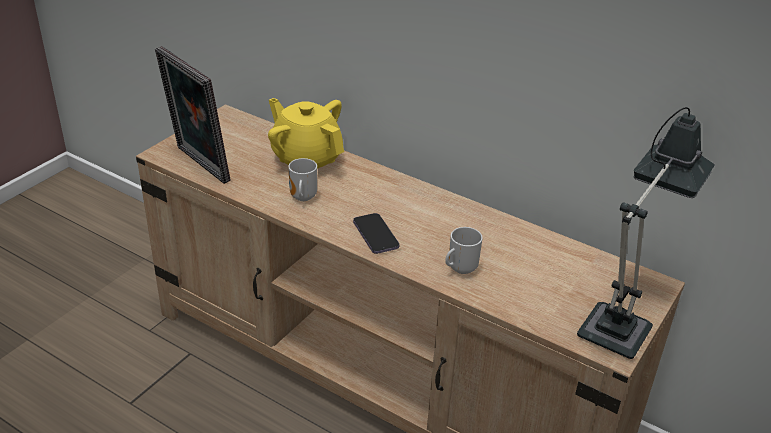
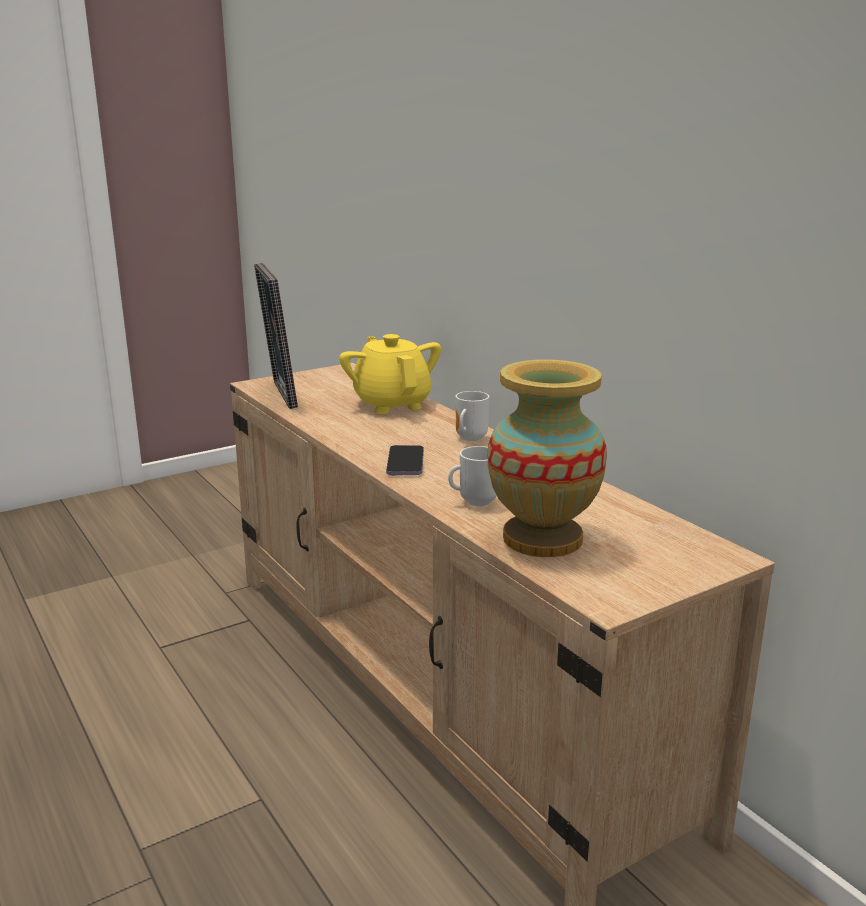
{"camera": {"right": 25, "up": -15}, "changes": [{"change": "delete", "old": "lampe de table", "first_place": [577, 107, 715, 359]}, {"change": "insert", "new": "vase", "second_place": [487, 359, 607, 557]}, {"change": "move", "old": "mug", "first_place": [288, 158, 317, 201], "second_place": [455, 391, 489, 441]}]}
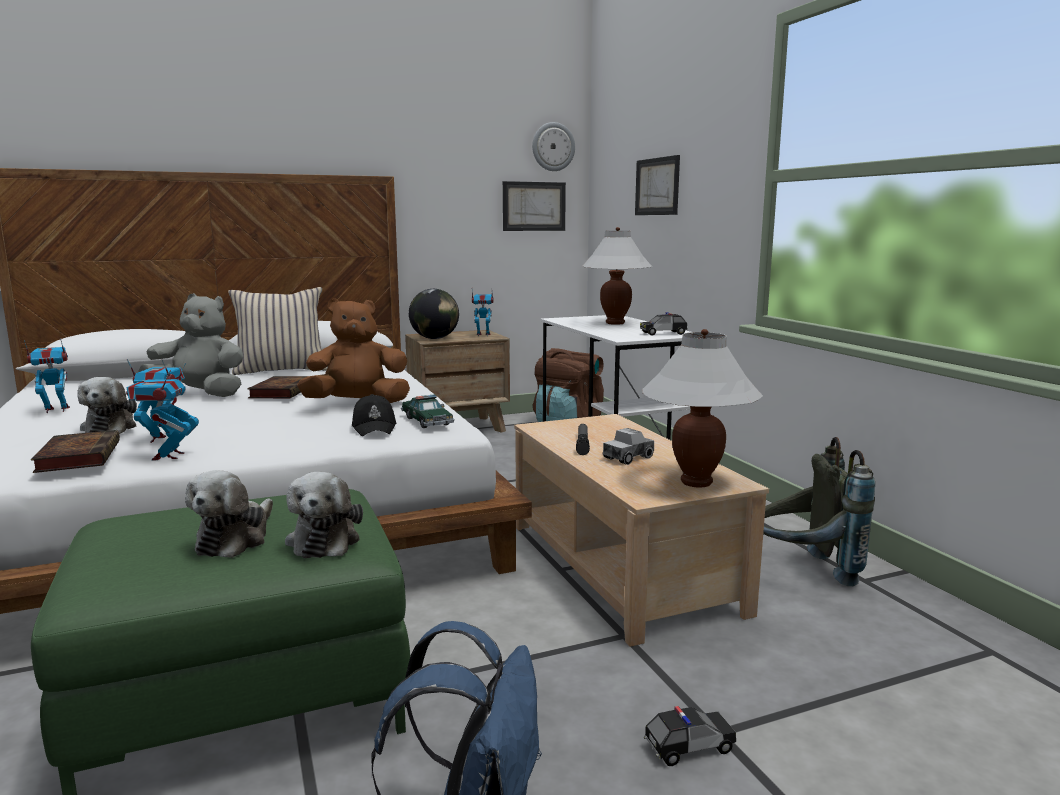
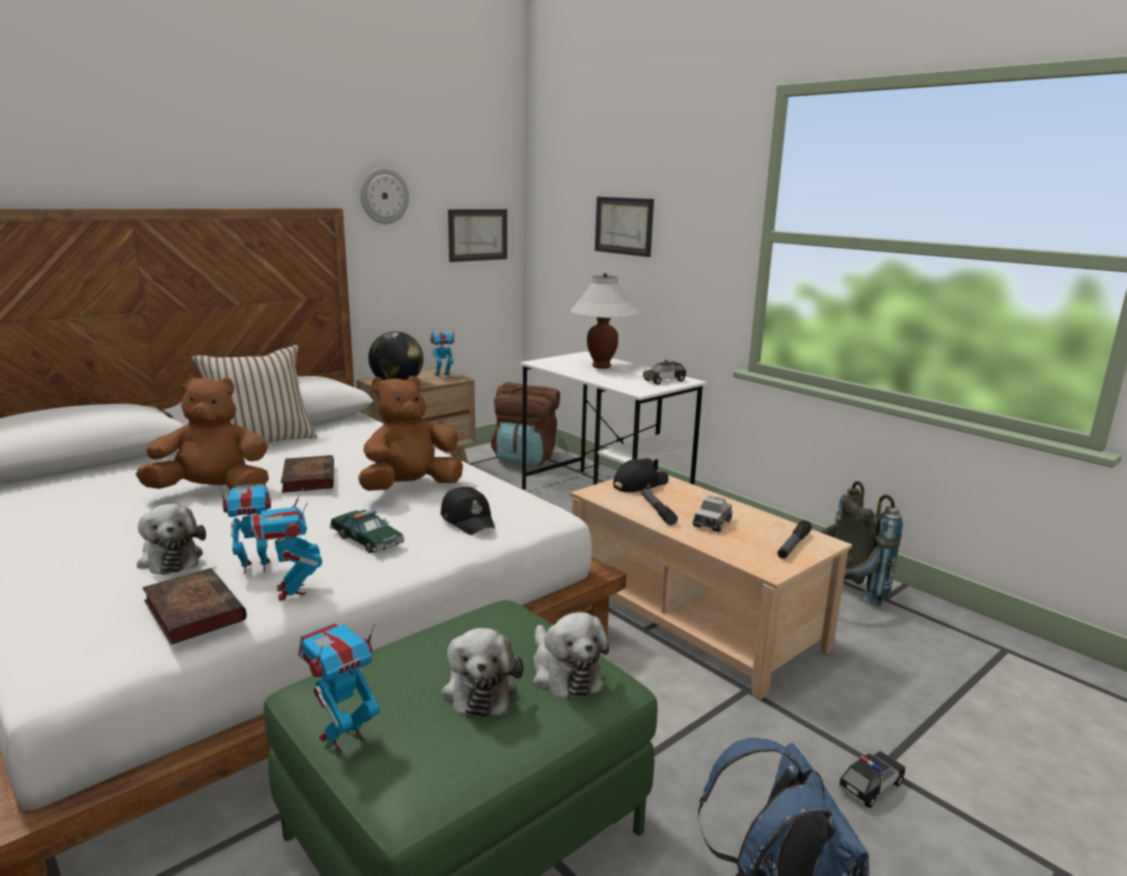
{"camera": {"right": -20, "up": 5}, "changes": [{"change": "insert", "new": "casquette [noir]", "second_place": [613, 458, 669, 492]}, {"change": "move", "old": "robot jouet", "first_place": [24, 338, 70, 413], "second_place": [298, 623, 380, 753]}, {"change": "move", "old": "petite voiture", "first_place": [401, 394, 455, 428], "second_place": [329, 509, 405, 553]}, {"change": "move", "old": "horloge murale", "first_place": [532, 122, 575, 171], "second_place": [361, 168, 409, 224]}, {"change": "replace", "old": "lampe de table [blanc]", "new": "lampe de poche", "first_place": [642, 329, 763, 487], "second_place": [777, 520, 812, 559]}, {"change": "recolor", "old": "peluche [gris]", "new": "peluche [marron]", "first_place": [138, 293, 243, 397], "second_place": [136, 375, 269, 490]}]}
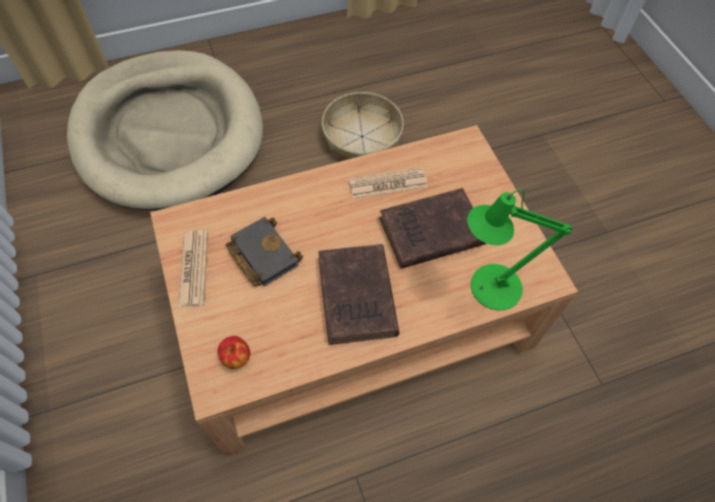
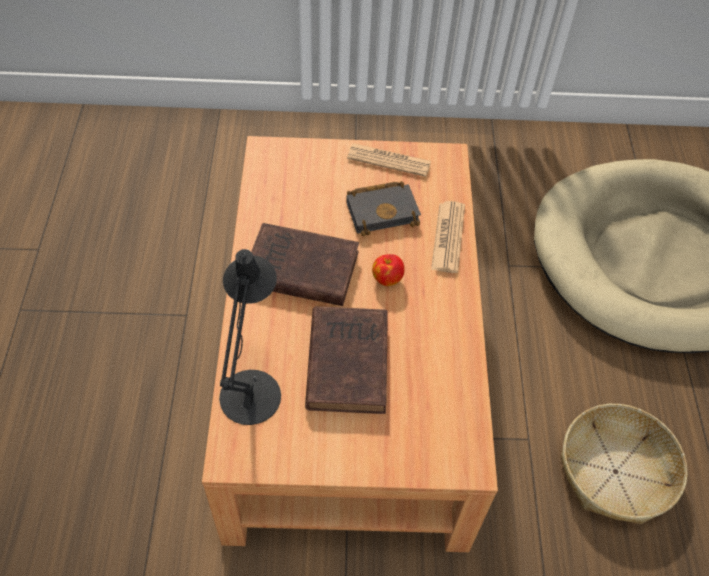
{"camera": {"right": 110, "up": -5}, "changes": [{"change": "move", "old": "pomme", "first_place": [217, 336, 250, 369], "second_place": [372, 254, 405, 286]}, {"change": "move", "old": "journal", "first_place": [349, 168, 428, 199], "second_place": [431, 201, 465, 273]}, {"change": "recolor", "old": "lampe de table [vert]", "new": "lampe de table [noir]", "first_place": [467, 189, 572, 310], "second_place": [219, 249, 281, 425]}]}
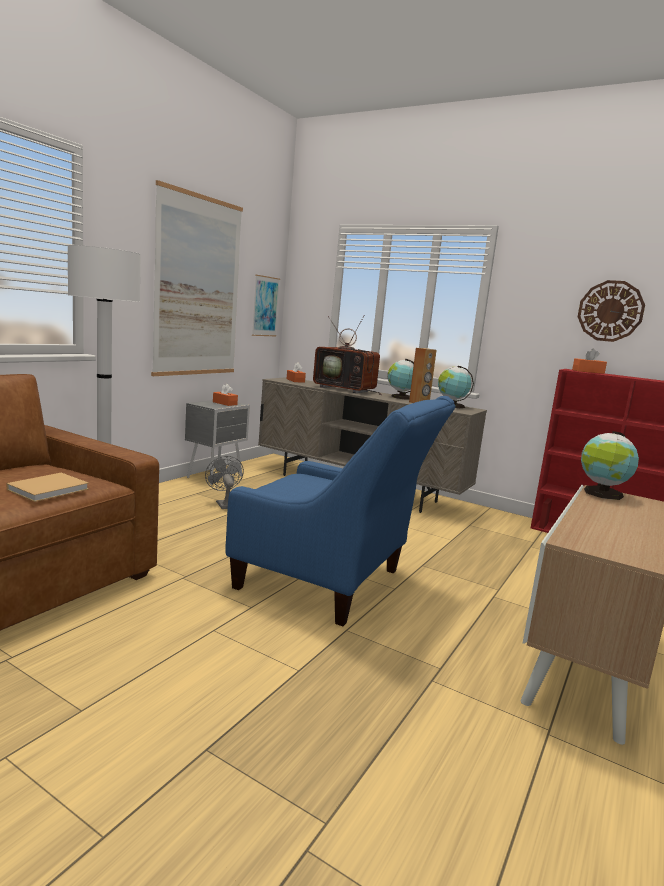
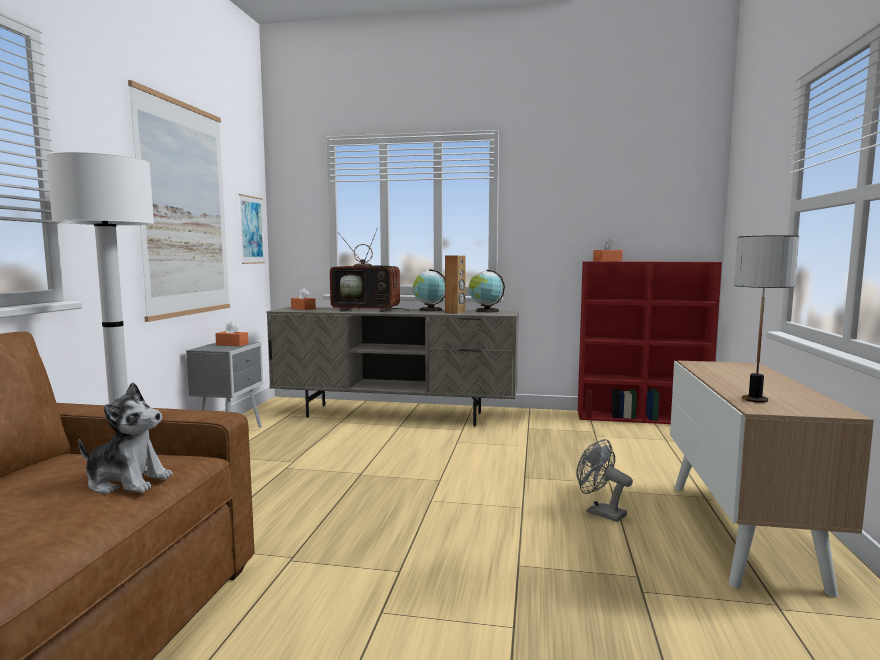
{"camera": {"right": -20, "up": -5}, "changes": [{"change": "delete", "old": "fauteuil [bleu]", "first_place": [226, 396, 455, 626]}, {"change": "delete", "old": "horloge murale", "first_place": [578, 280, 645, 342]}, {"change": "delete", "old": "globe", "first_place": [581, 431, 639, 500]}, {"change": "insert", "new": "lampe de table", "second_place": [734, 235, 799, 403]}, {"change": "move", "old": "ventilateur [gris]", "first_place": [205, 456, 244, 509], "second_place": [576, 439, 633, 522]}, {"change": "replace", "old": "livre [beige]", "new": "peluche", "first_place": [6, 473, 89, 502], "second_place": [79, 382, 172, 494]}]}
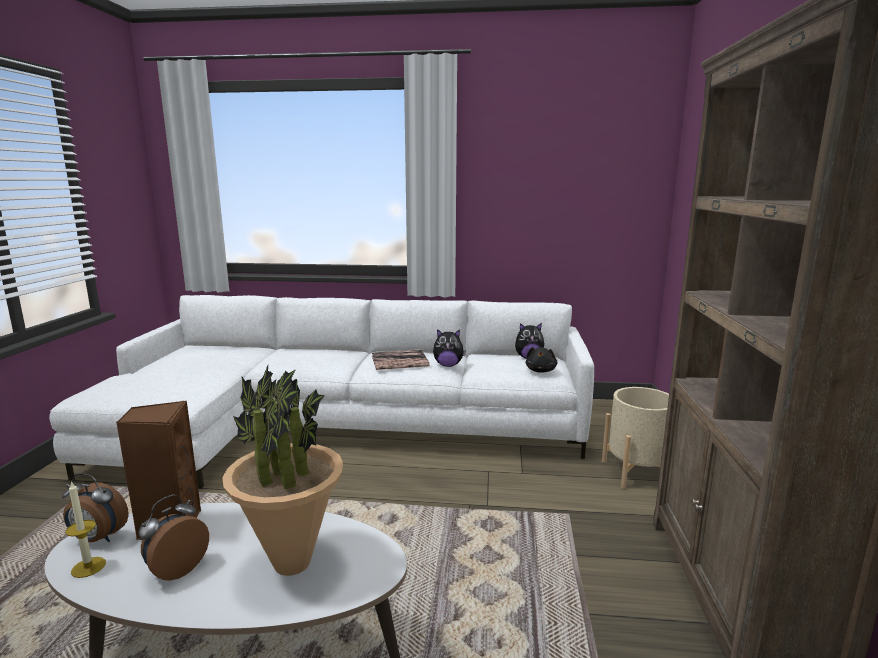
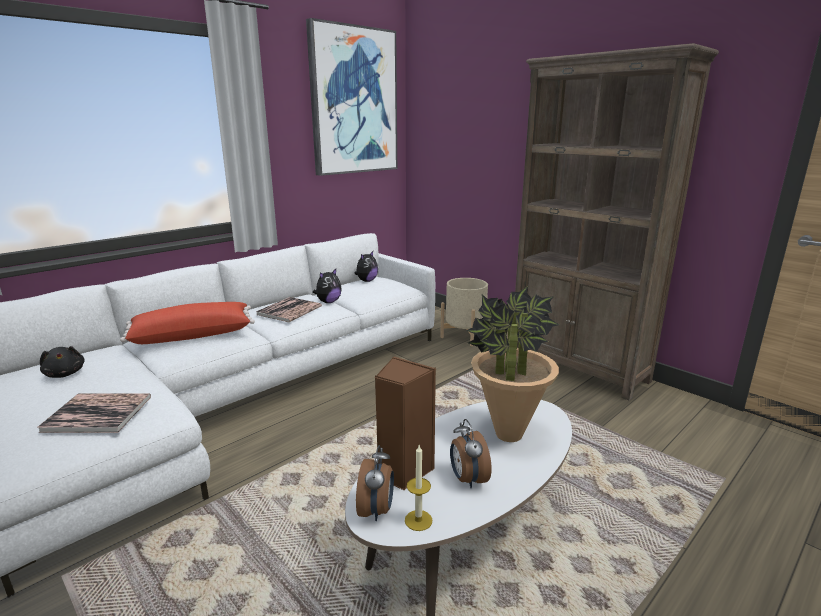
{"camera": {"right": -50, "up": 5}, "changes": [{"change": "insert", "new": "livre", "second_place": [37, 394, 151, 433]}, {"change": "insert", "new": "coussin [rouge]", "second_place": [120, 302, 255, 344]}, {"change": "insert", "new": "tableau", "second_place": [306, 18, 397, 176]}, {"change": "move", "old": "peluche [noir]", "first_place": [526, 347, 557, 373], "second_place": [40, 346, 85, 378]}, {"change": "rotate", "old": "réveil", "first_place": [62, 473, 129, 542], "second_place": [356, 445, 394, 521], "degrees": -45}]}
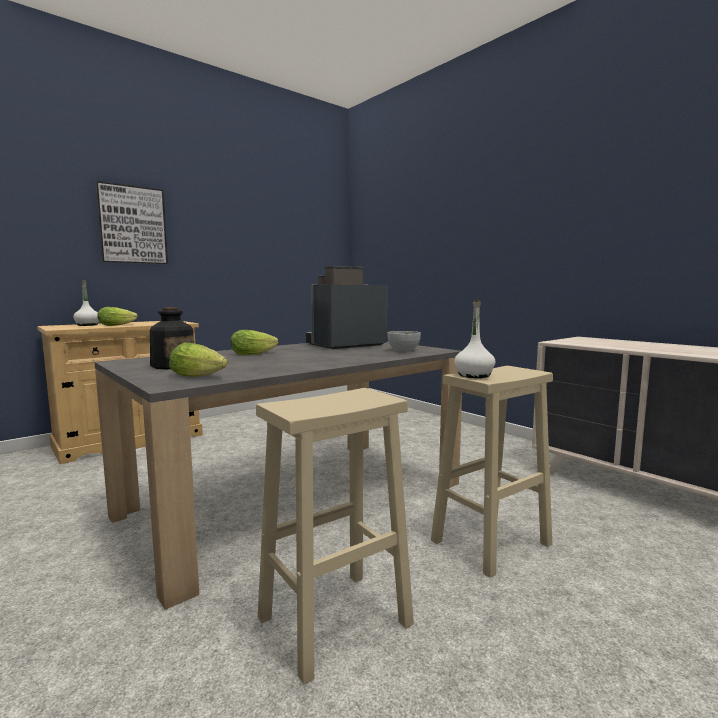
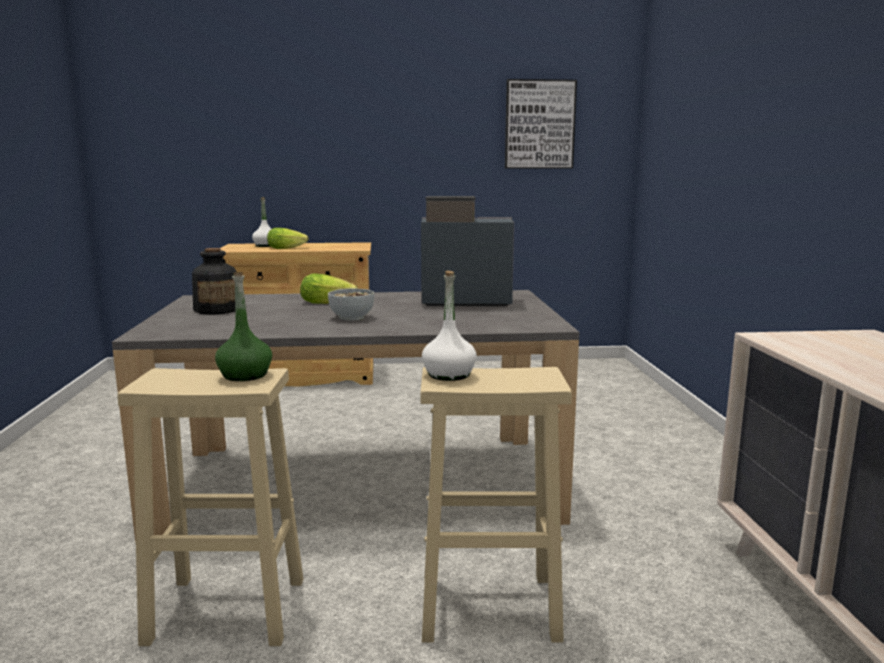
{"camera": {"right": 35, "up": 5}, "changes": [{"change": "delete", "old": "laitue", "first_place": [169, 343, 228, 377]}, {"change": "insert", "new": "bouteille [vert]", "second_place": [215, 272, 272, 381]}, {"change": "move", "old": "tableau", "first_place": [95, 181, 168, 264], "second_place": [505, 79, 577, 169]}, {"change": "move", "old": "bol", "first_place": [387, 331, 421, 352], "second_place": [328, 289, 374, 321]}]}
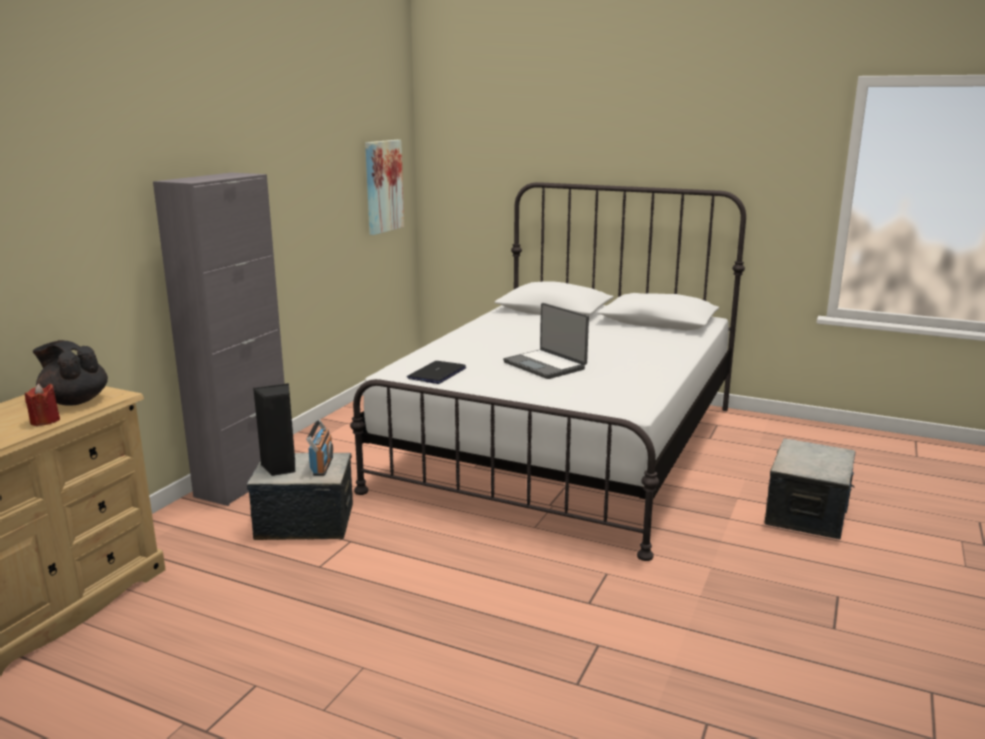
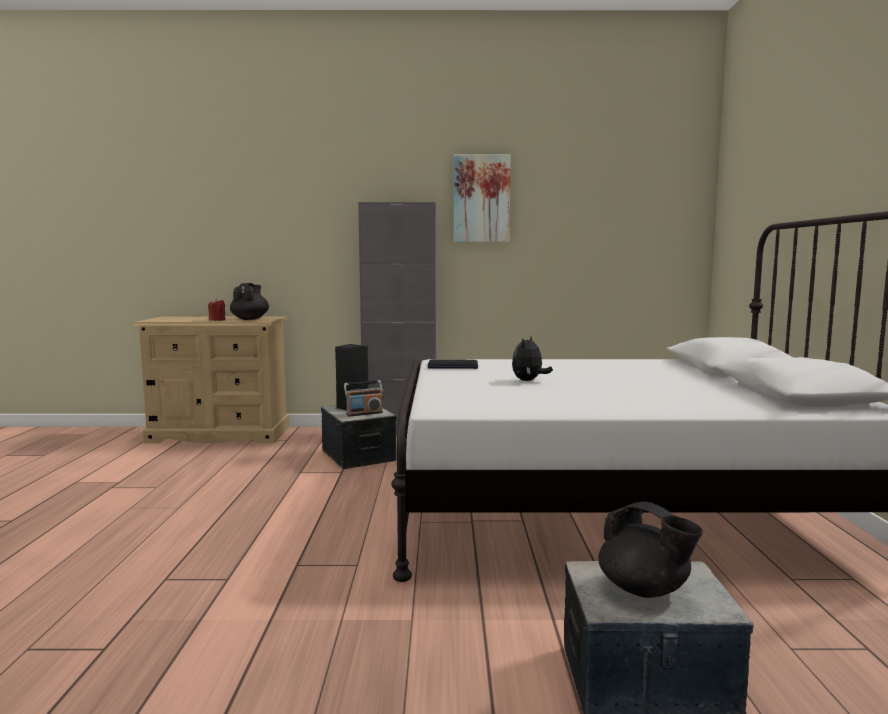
{"camera": {"right": 65, "up": -10}, "changes": [{"change": "insert", "new": "théière [noir]", "second_place": [598, 502, 703, 598]}, {"change": "move", "old": "tableau", "first_place": [365, 140, 404, 235], "second_place": [454, 154, 511, 242]}, {"change": "replace", "old": "ordinateur portable", "new": "peluche", "first_place": [503, 303, 589, 379], "second_place": [512, 336, 553, 381]}]}
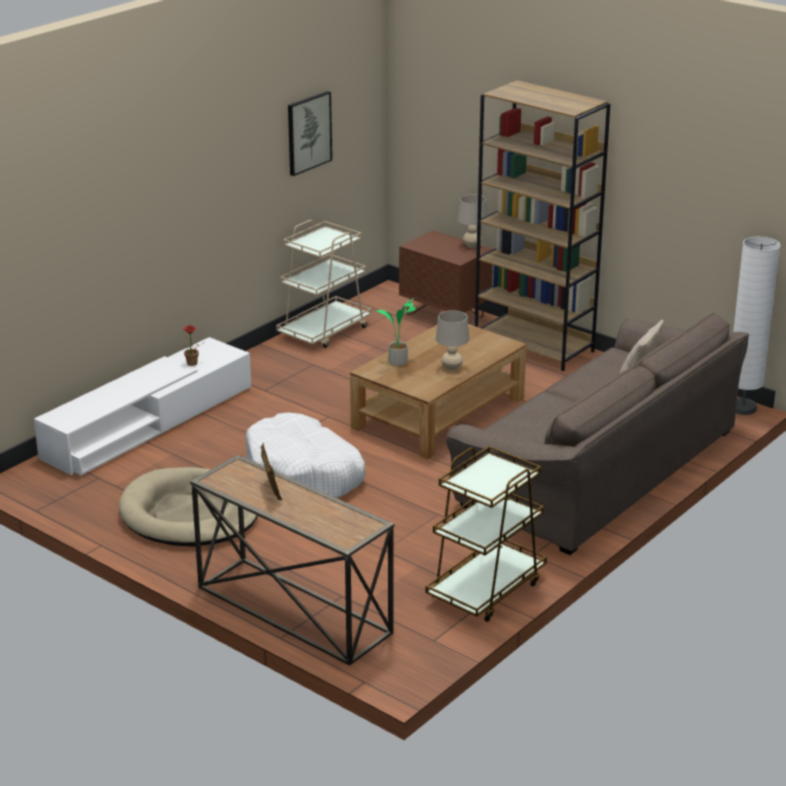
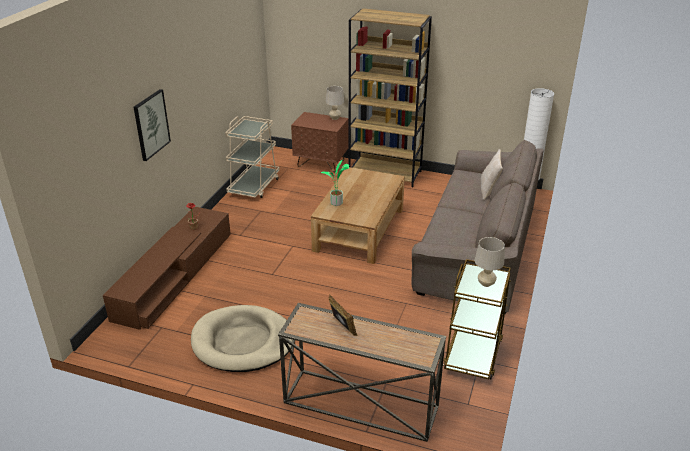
{"camera": {"right": -20, "up": 5}, "changes": [{"change": "delete", "old": "panier pour chien [blanc]", "first_place": [246, 412, 365, 498]}, {"change": "move", "old": "tableau", "first_place": [288, 91, 332, 176], "second_place": [134, 89, 171, 161]}, {"change": "move", "old": "lampe de table [beige]", "first_place": [435, 310, 469, 371], "second_place": [475, 237, 505, 287]}, {"change": "recolor", "old": "meuble télé [blanc]", "new": "meuble télé [marron]", "first_place": [34, 337, 251, 475], "second_place": [103, 207, 231, 330]}]}
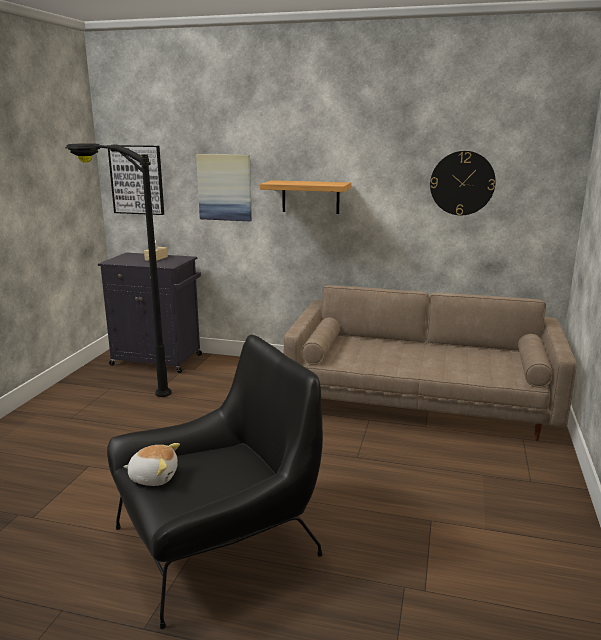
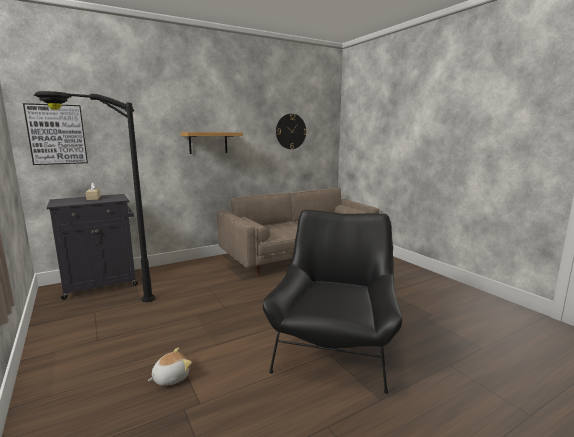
{"camera": {"right": -45, "up": -5}, "changes": [{"change": "delete", "old": "tableau", "first_place": [196, 154, 252, 221]}, {"change": "move", "old": "peluche", "first_place": [123, 443, 180, 486], "second_place": [148, 347, 192, 386]}]}
